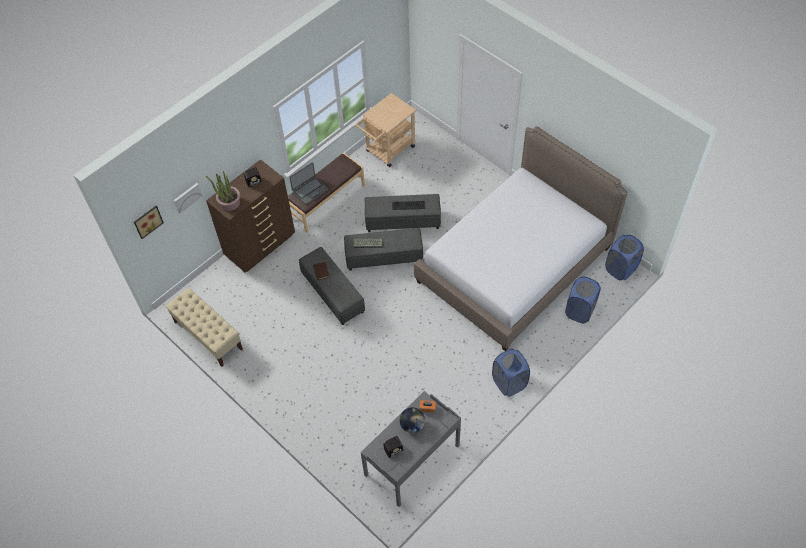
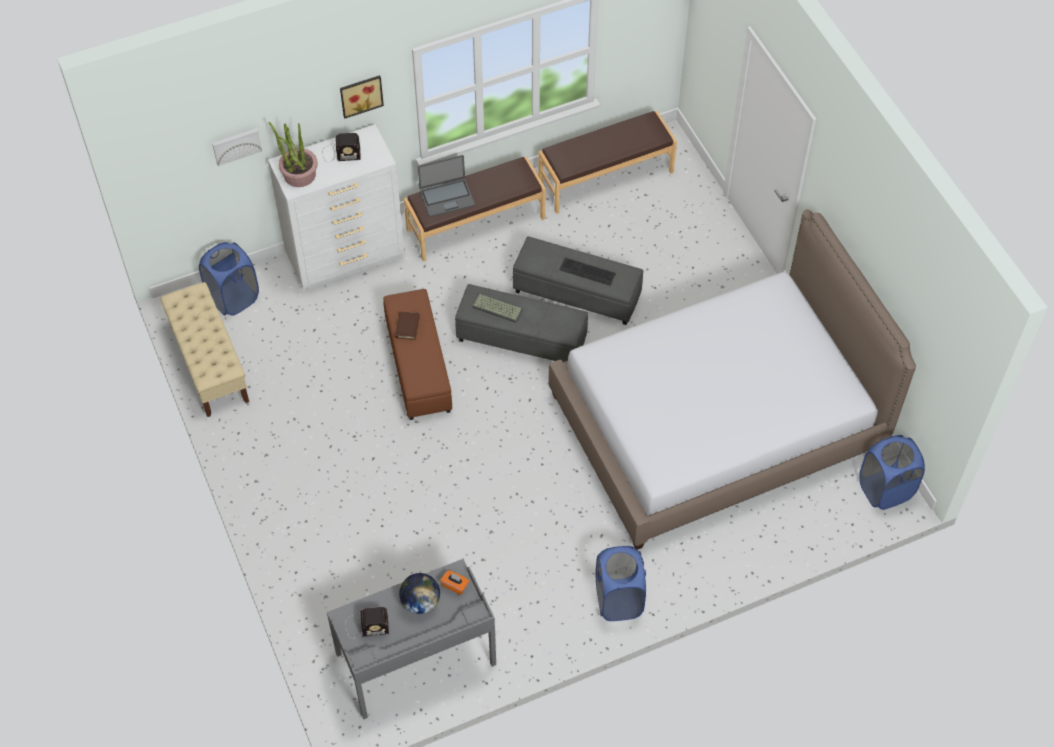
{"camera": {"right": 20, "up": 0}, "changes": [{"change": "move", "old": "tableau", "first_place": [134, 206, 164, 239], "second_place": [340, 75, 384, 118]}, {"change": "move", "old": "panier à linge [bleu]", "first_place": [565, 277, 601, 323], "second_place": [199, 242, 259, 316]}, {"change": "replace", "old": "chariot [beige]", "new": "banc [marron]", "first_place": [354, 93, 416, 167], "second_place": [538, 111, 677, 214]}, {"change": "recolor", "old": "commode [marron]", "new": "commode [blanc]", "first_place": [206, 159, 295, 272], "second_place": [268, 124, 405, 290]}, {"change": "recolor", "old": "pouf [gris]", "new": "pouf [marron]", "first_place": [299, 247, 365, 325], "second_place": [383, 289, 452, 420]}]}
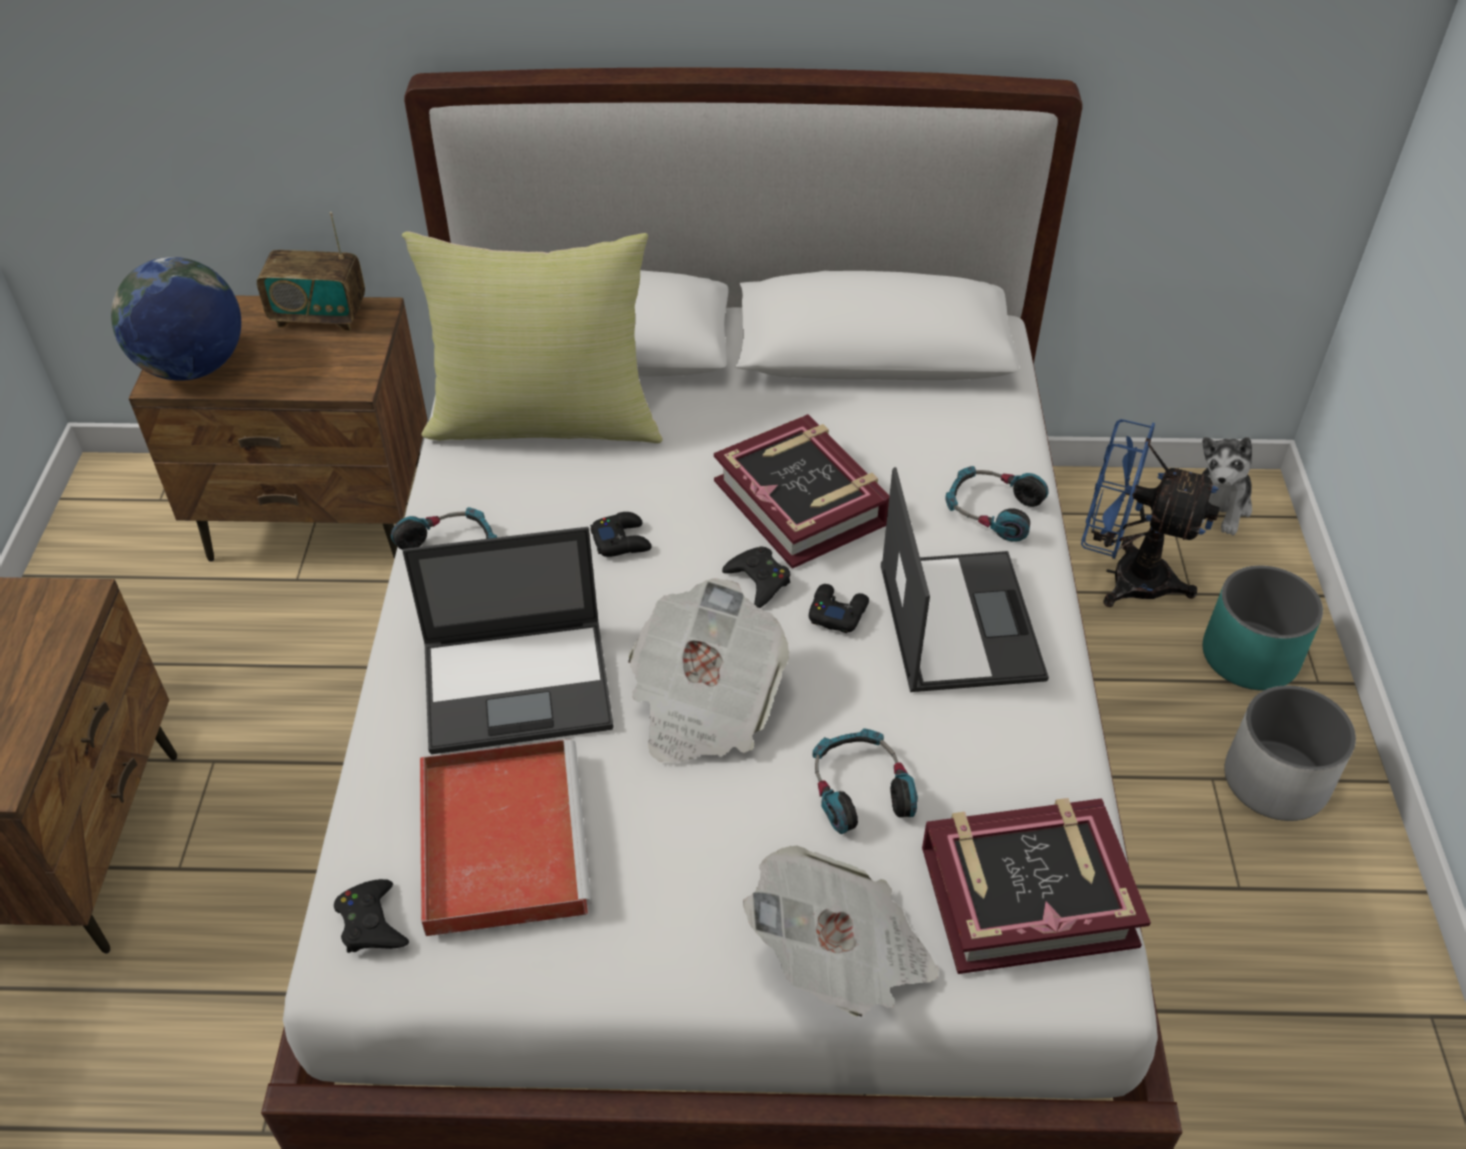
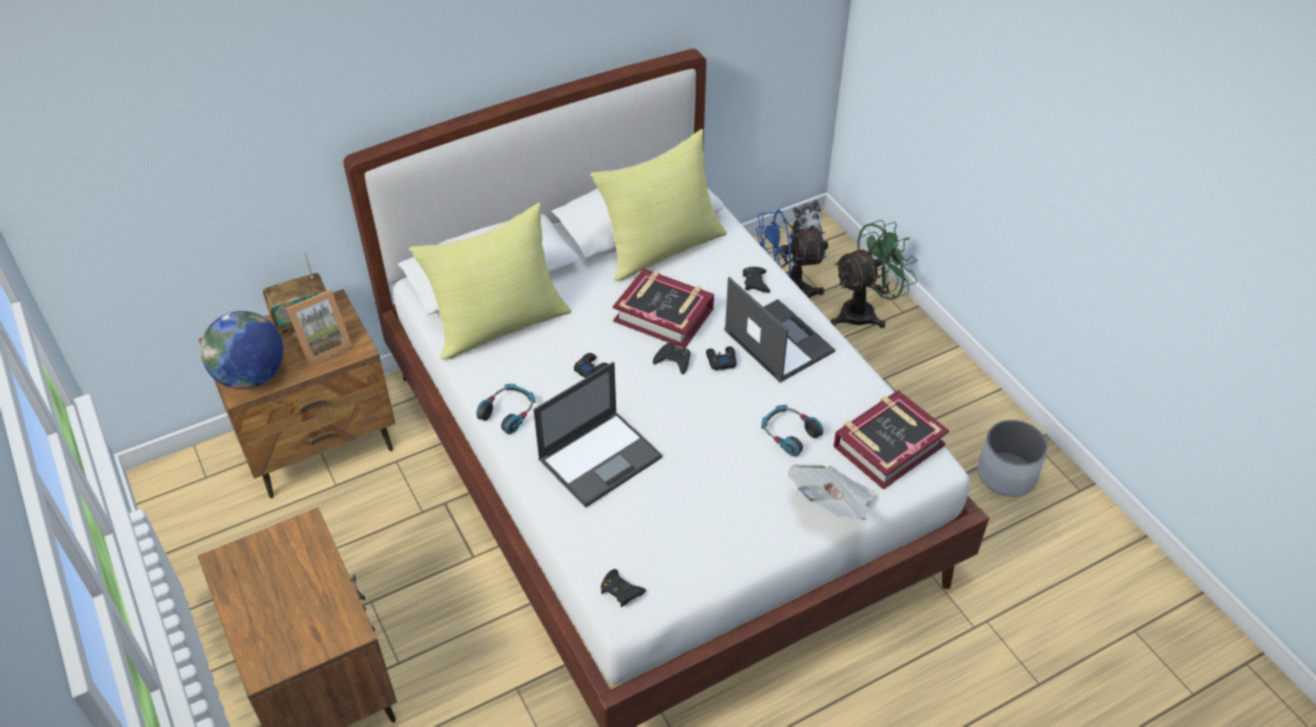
{"camera": {"right": -30, "up": 0}, "changes": [{"change": "delete", "old": "plateau [rouge]", "first_place": [420, 739, 592, 936]}, {"change": "delete", "old": "journal", "first_place": [628, 578, 789, 763]}, {"change": "insert", "new": "cadre photo", "second_place": [286, 289, 352, 366]}, {"change": "insert", "new": "coussin [jaune]", "second_place": [590, 129, 727, 281]}, {"change": "move", "old": "cache-pot [blanc]", "first_place": [1224, 686, 1356, 821], "second_place": [977, 420, 1048, 497]}, {"change": "replace", "old": "casque audio", "new": "manette [noir]", "first_place": [945, 466, 1049, 542], "second_place": [743, 267, 770, 293]}, {"change": "replace", "old": "cache-pot [turquoise]", "new": "ventilateur [vert]", "first_place": [1203, 566, 1323, 690], "second_place": [831, 220, 918, 328]}]}
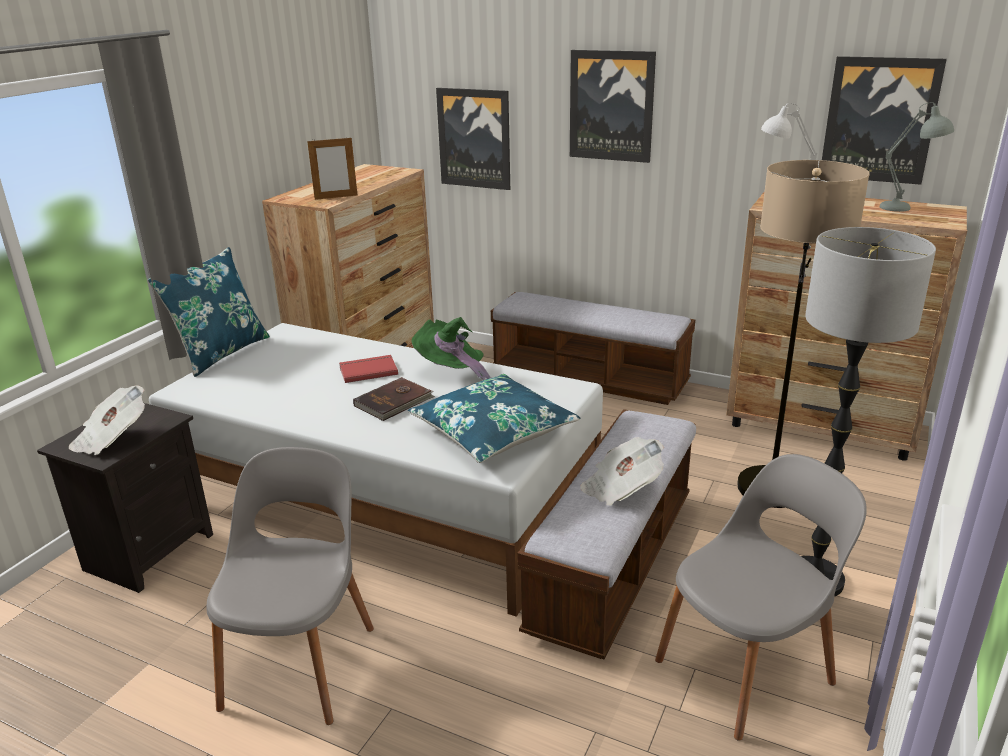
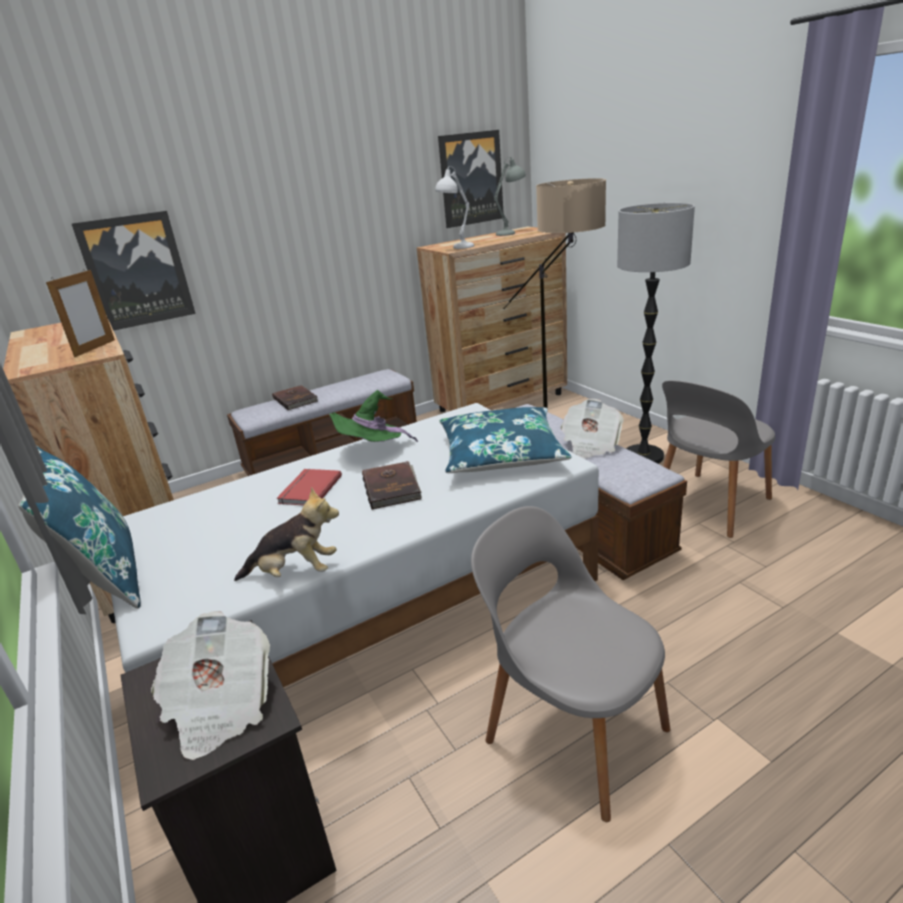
{"camera": {"right": -55, "up": 0}, "changes": [{"change": "delete", "old": "tableau", "first_place": [570, 50, 656, 163]}, {"change": "insert", "new": "peluche", "second_place": [234, 487, 339, 581]}, {"change": "insert", "new": "livre [marron]", "second_place": [272, 385, 318, 410]}, {"change": "rotate", "old": "chaise [gris]", "first_place": [655, 454, 867, 741], "second_place": [662, 380, 775, 538], "degrees": -135}]}
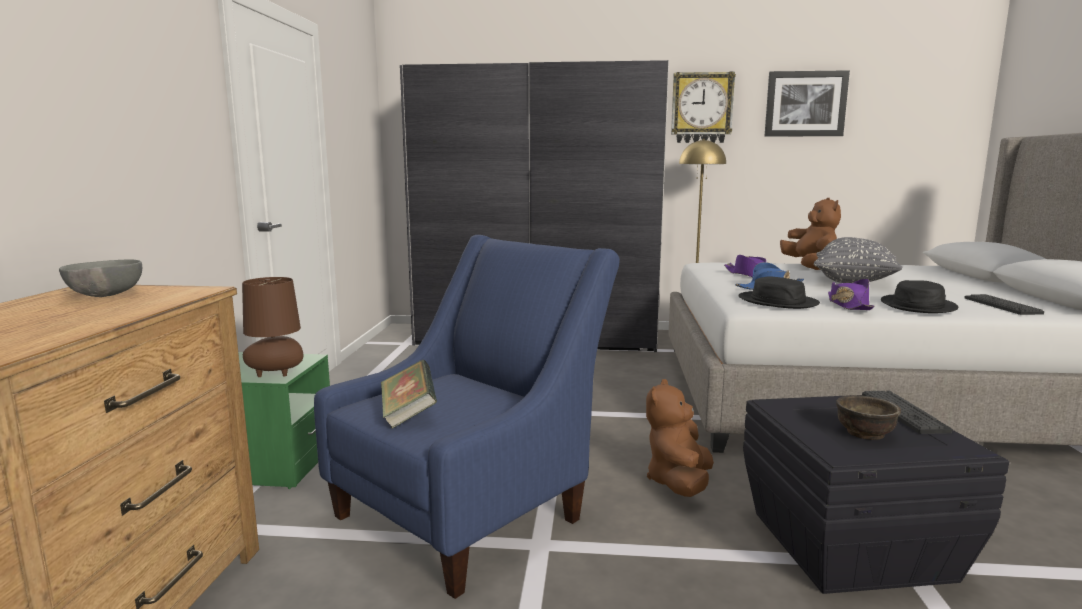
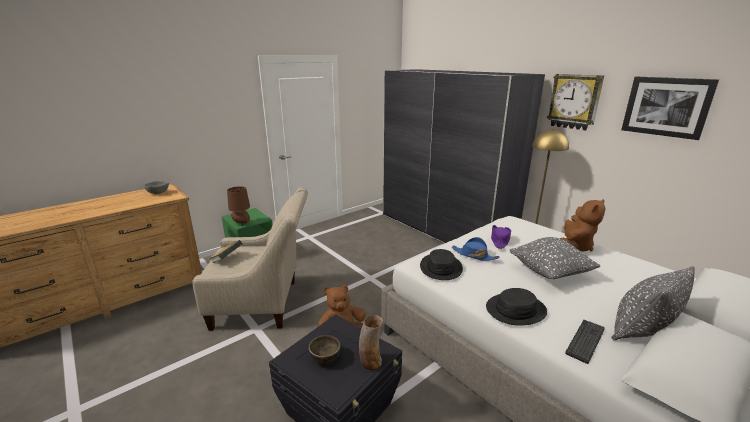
{"camera": {"right": 45, "up": 10}, "changes": [{"change": "delete", "old": "chapeau [violet]", "first_place": [828, 279, 875, 310]}, {"change": "insert", "new": "coussin [gris]", "second_place": [611, 266, 695, 341]}, {"change": "replace", "old": "clavier", "new": "vase", "first_place": [862, 391, 952, 434], "second_place": [359, 315, 383, 371]}, {"change": "recolor", "old": "fauteuil [bleu]", "new": "fauteuil [beige]", "first_place": [314, 235, 620, 599], "second_place": [192, 187, 308, 331]}]}
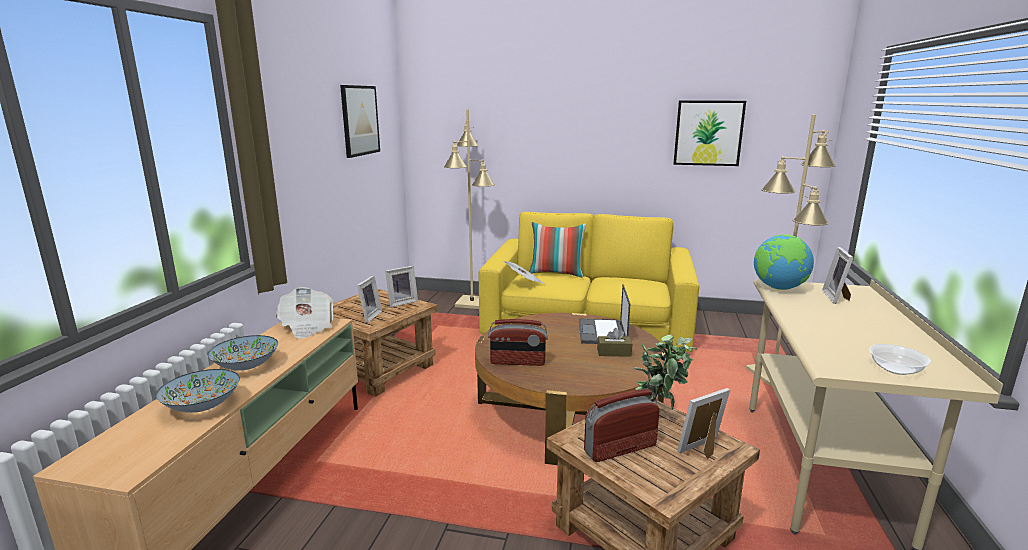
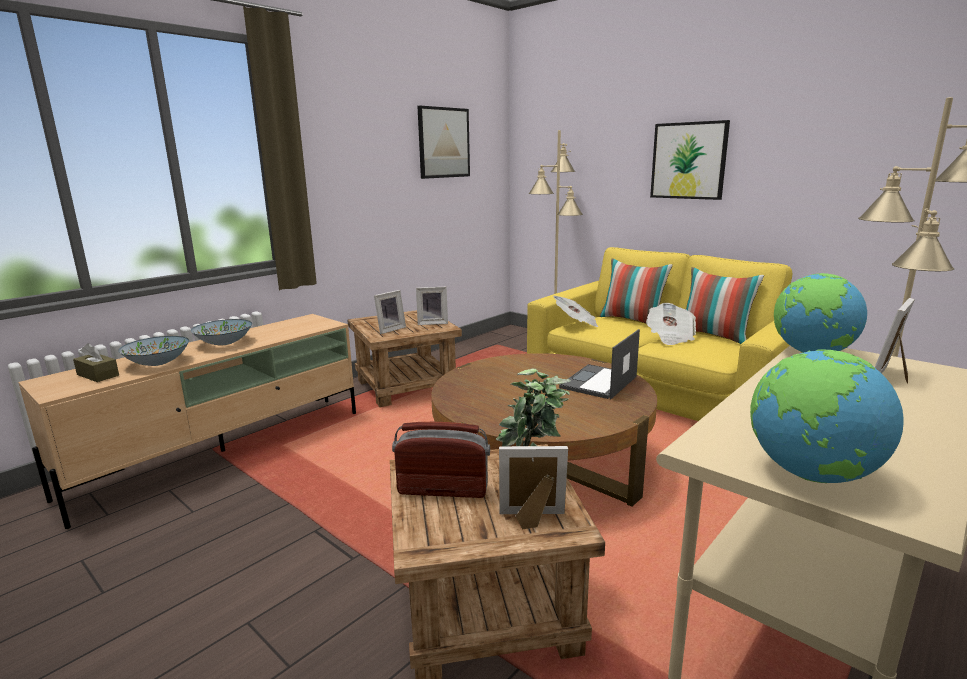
{"camera": {"right": 30, "up": 0}, "changes": [{"change": "delete", "old": "radio", "first_place": [488, 319, 548, 366]}, {"change": "insert", "new": "coussin", "second_place": [686, 267, 764, 344]}, {"change": "move", "old": "journal", "first_place": [276, 287, 333, 339], "second_place": [646, 303, 696, 345]}, {"change": "move", "old": "boîte à mouchoirs [marron]", "first_place": [597, 328, 632, 357], "second_place": [73, 343, 119, 382]}, {"change": "move", "old": "tableau", "first_place": [674, 101, 746, 166], "second_place": [650, 120, 730, 200]}, {"change": "replace", "old": "bol", "new": "globe", "first_place": [869, 344, 931, 375], "second_place": [750, 349, 904, 483]}]}
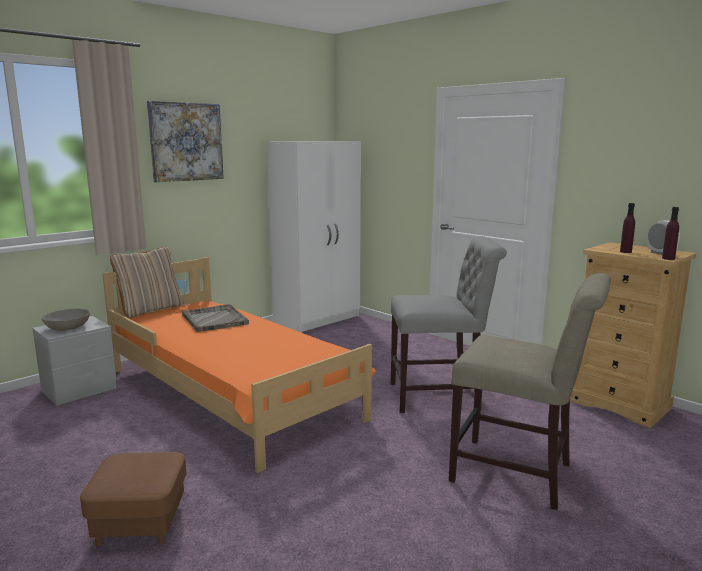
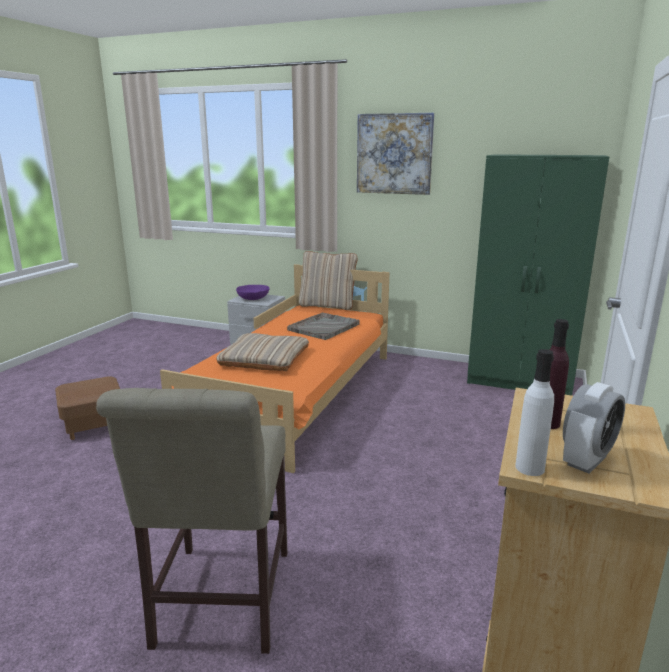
{"camera": {"right": 65, "up": 5}, "changes": [{"change": "delete", "old": "chaise [gris]", "first_place": [391, 236, 507, 413]}, {"change": "insert", "new": "coussin [beige]", "second_place": [217, 333, 309, 371]}, {"change": "recolor", "old": "bol [gris]", "new": "bol [violet]", "first_place": [42, 308, 90, 331], "second_place": [236, 285, 270, 300]}, {"change": "recolor", "old": "armoire [blanc]", "new": "armoire [vert]", "first_place": [267, 141, 361, 333], "second_place": [467, 154, 609, 396]}, {"change": "recolor", "old": "bouteille [violet]", "new": "bouteille [blanc]", "first_place": [662, 207, 679, 260], "second_place": [515, 349, 554, 476]}]}
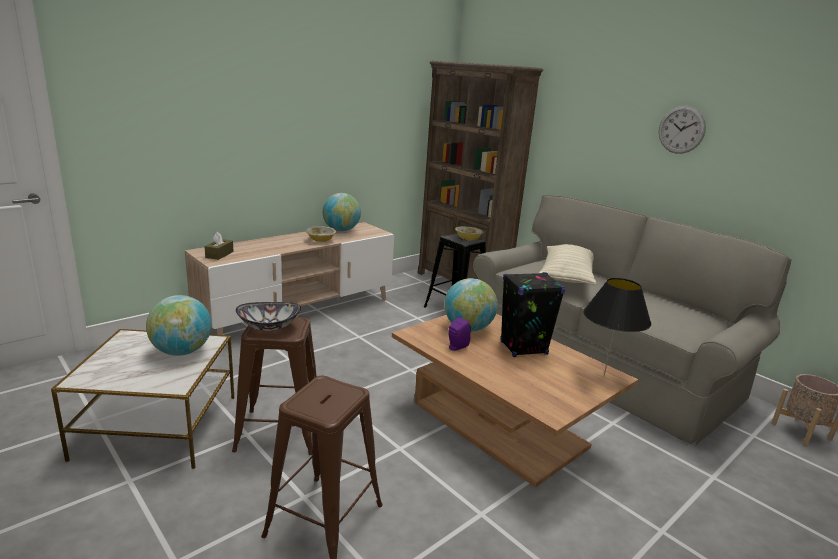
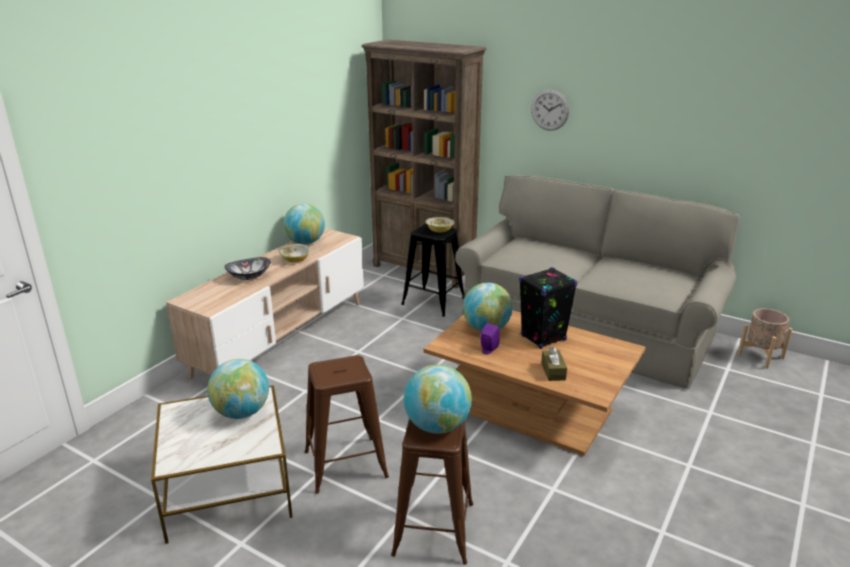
{"camera": {"right": -15, "up": 5}, "changes": [{"change": "delete", "old": "coussin [beige]", "first_place": [539, 244, 596, 285]}, {"change": "delete", "old": "lampe de table [noir]", "first_place": [583, 278, 651, 376]}, {"change": "insert", "new": "globe", "second_place": [404, 365, 472, 434]}, {"change": "move", "old": "boîte à mouchoirs [marron]", "first_place": [205, 232, 234, 260], "second_place": [541, 347, 567, 381]}, {"change": "move", "old": "bol", "first_place": [236, 302, 301, 331], "second_place": [225, 257, 271, 280]}, {"change": "move", "old": "horloge murale", "first_place": [659, 106, 706, 154], "second_place": [531, 90, 569, 131]}]}
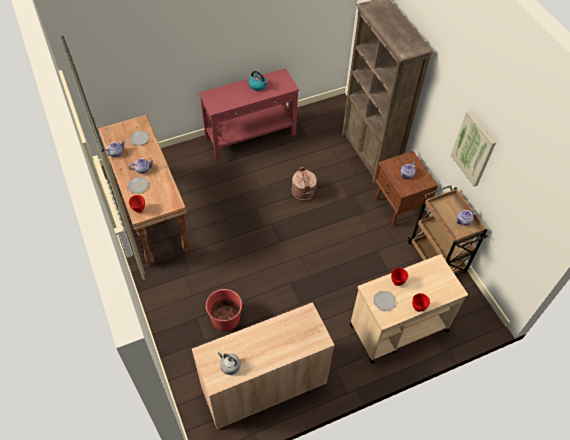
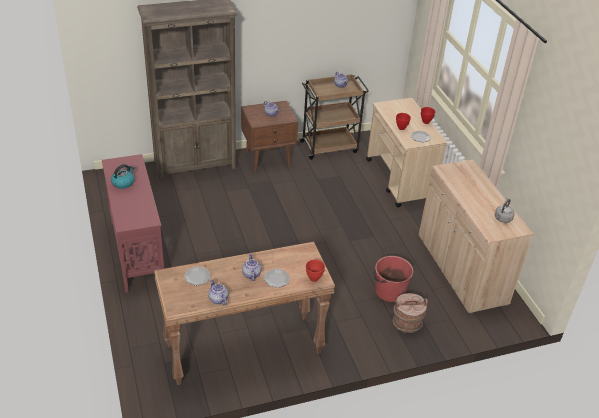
{"camera": {"right": -85, "up": -15}, "changes": [{"change": "delete", "old": "tableau", "first_place": [451, 111, 496, 187]}, {"change": "move", "old": "seau [marron]", "first_place": [291, 167, 317, 201], "second_place": [393, 293, 428, 333]}]}
